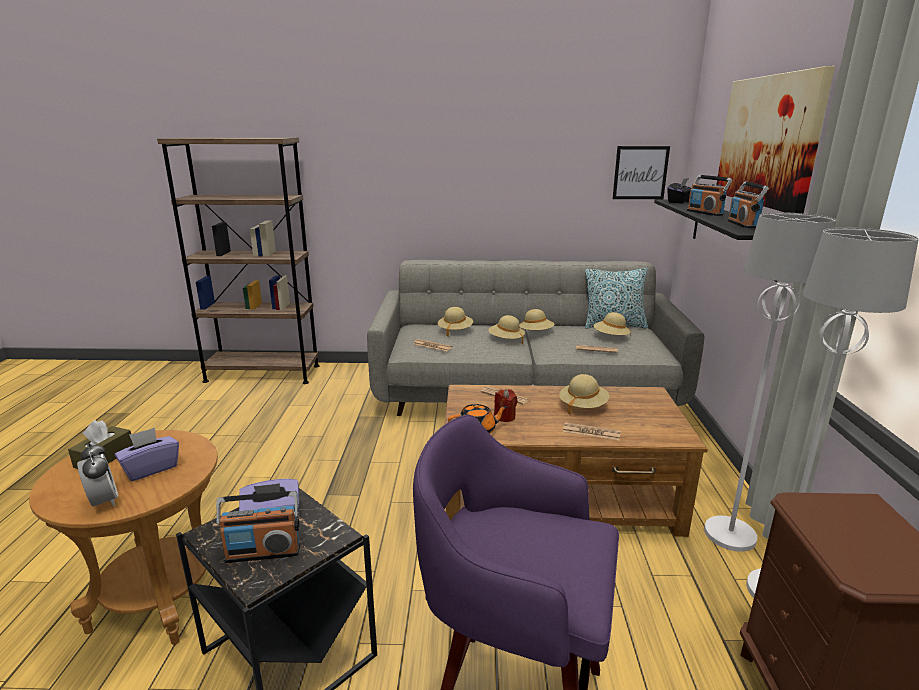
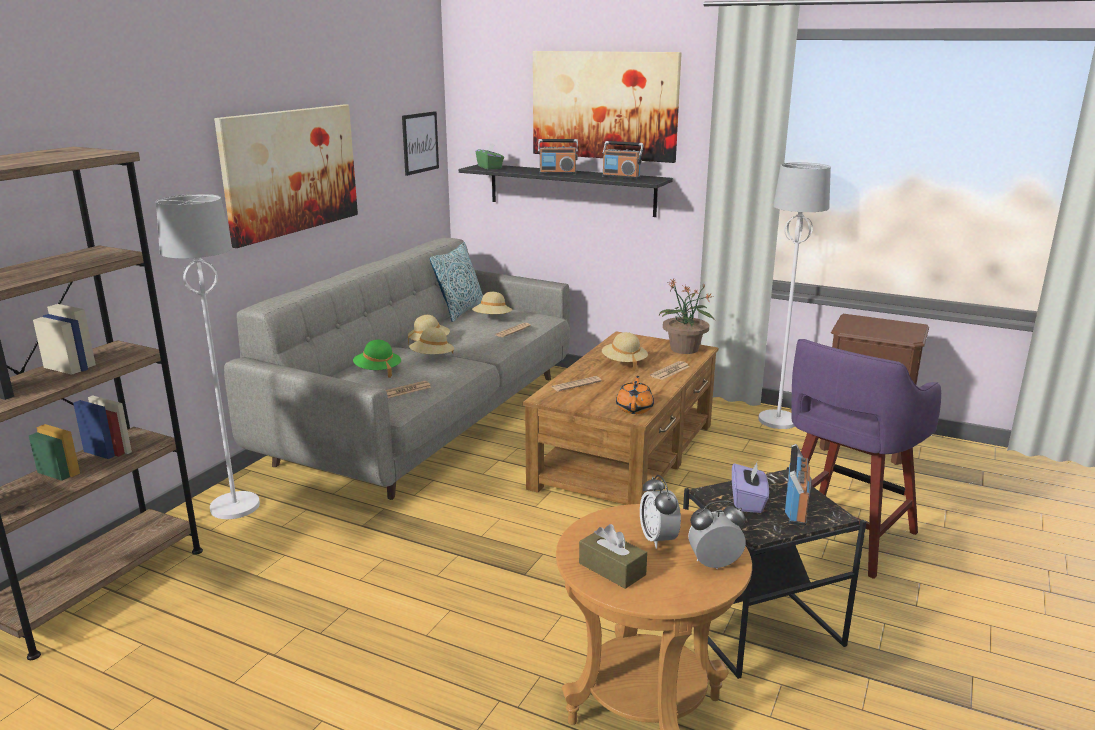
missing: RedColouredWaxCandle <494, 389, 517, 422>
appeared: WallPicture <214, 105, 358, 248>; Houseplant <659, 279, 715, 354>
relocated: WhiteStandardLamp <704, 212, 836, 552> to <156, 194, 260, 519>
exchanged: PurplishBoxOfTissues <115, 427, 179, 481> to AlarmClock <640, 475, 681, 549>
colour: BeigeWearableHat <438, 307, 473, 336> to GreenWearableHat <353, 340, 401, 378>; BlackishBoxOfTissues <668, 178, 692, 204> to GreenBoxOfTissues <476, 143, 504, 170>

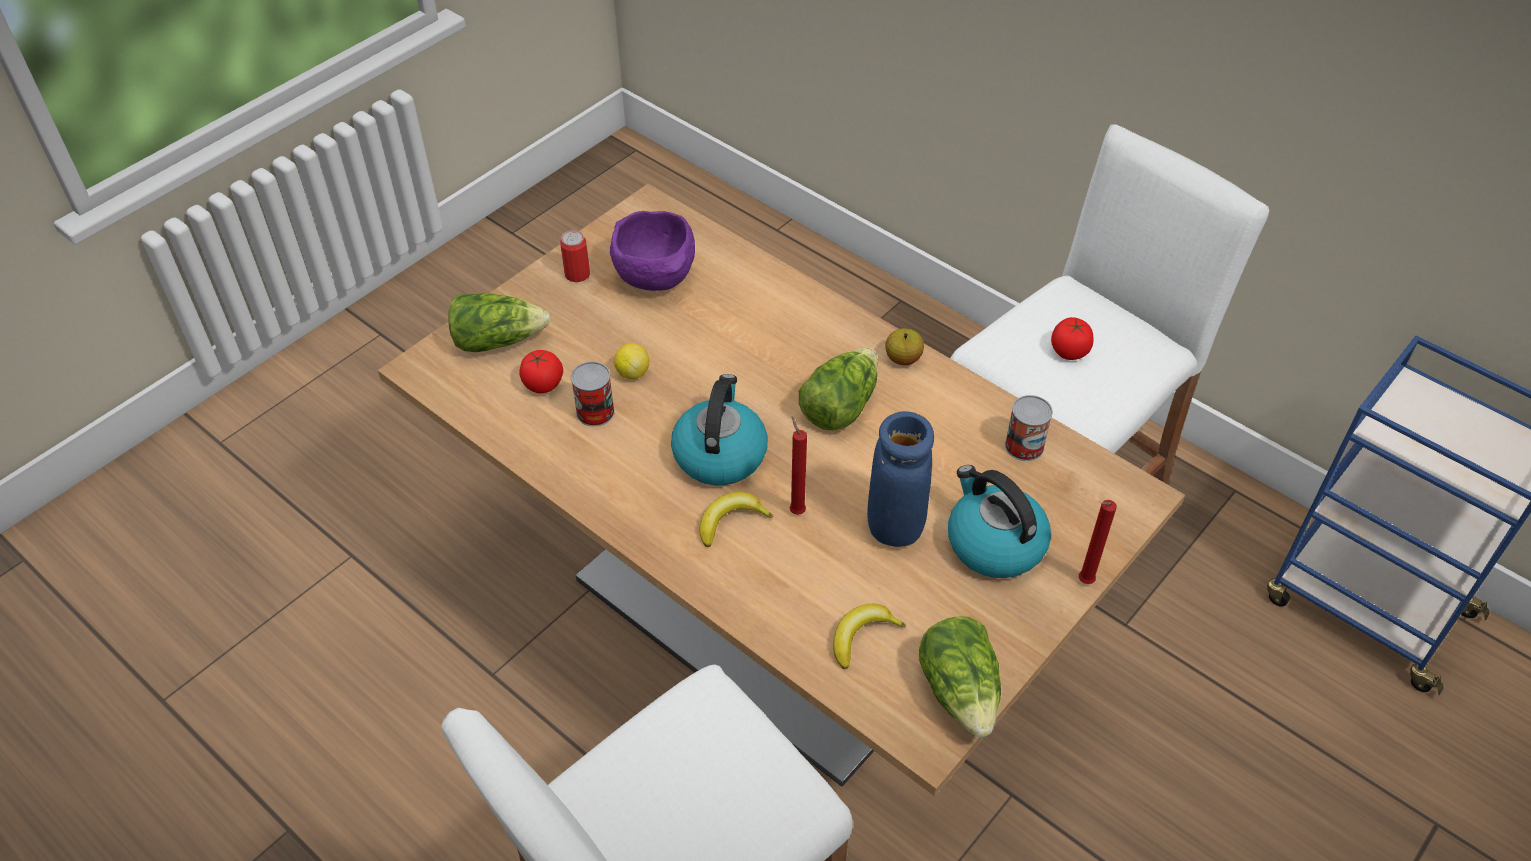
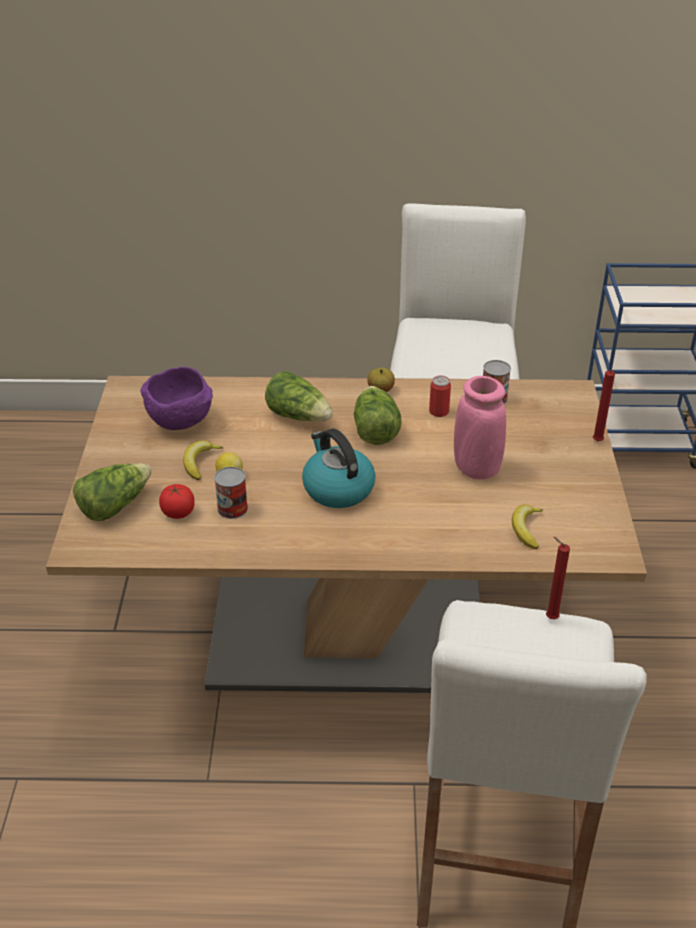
missing: TeaKettle <948, 465, 1051, 578>; WholeTomato <1051, 317, 1093, 360>
relocated: MetalCan <560, 230, 590, 282> to <429, 376, 451, 417>; WholeBanana <699, 492, 773, 547> to <183, 440, 223, 480>; RedColouredWaxCandle <790, 416, 807, 515> to <546, 537, 570, 619>; LettuceHead <919, 616, 1001, 738> to <265, 371, 333, 421>
colour: BluishVase <867, 411, 934, 547> to PinkVase <454, 376, 506, 480>

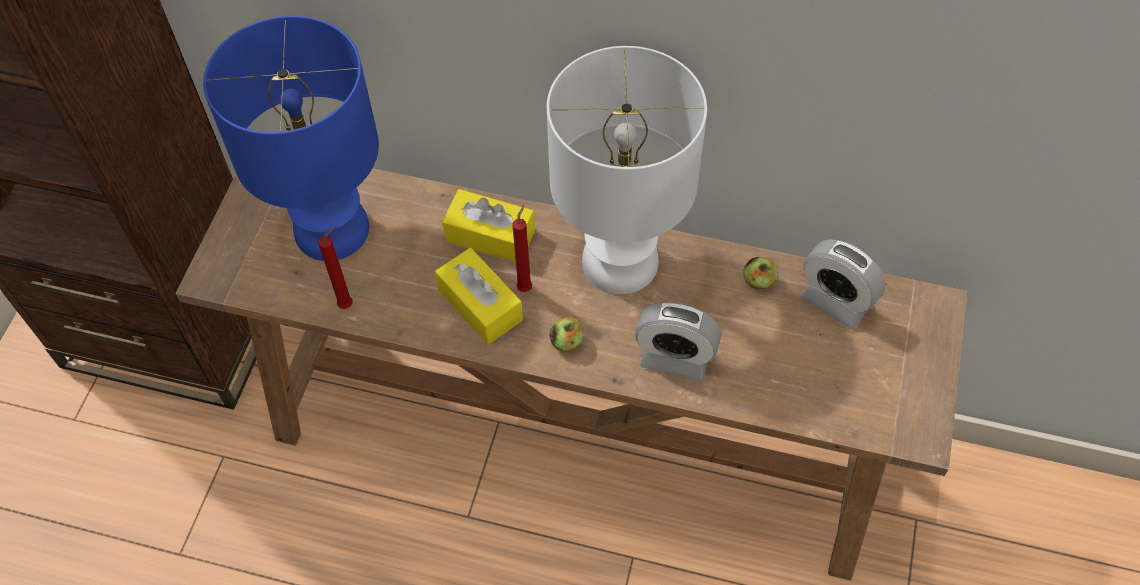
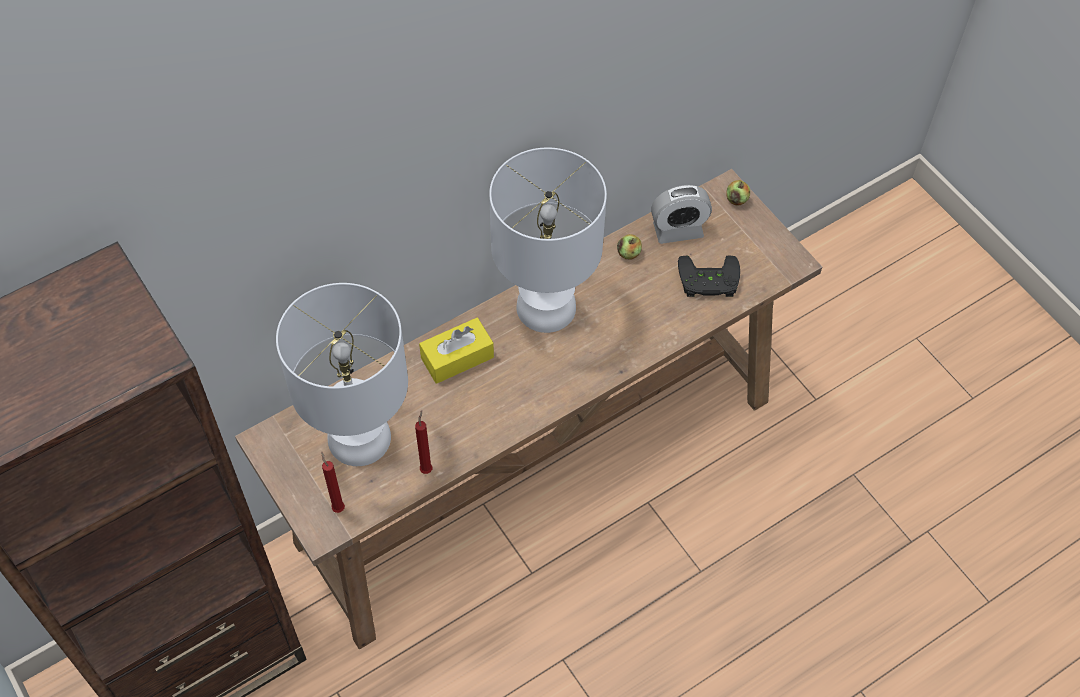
missing: YellowishBoxOfTissues <435, 248, 523, 344>; AlarmClock <635, 302, 721, 381>
appeared: BlackishGamepad <678, 255, 740, 297>
relocated: RedColouredWaxCandle <512, 205, 532, 292> to <321, 451, 345, 513>; WholeApple <549, 317, 583, 352> to <726, 180, 750, 205>
colour: BluishLampForATable <203, 16, 379, 261> to WhiteLampForATable <276, 283, 408, 466>

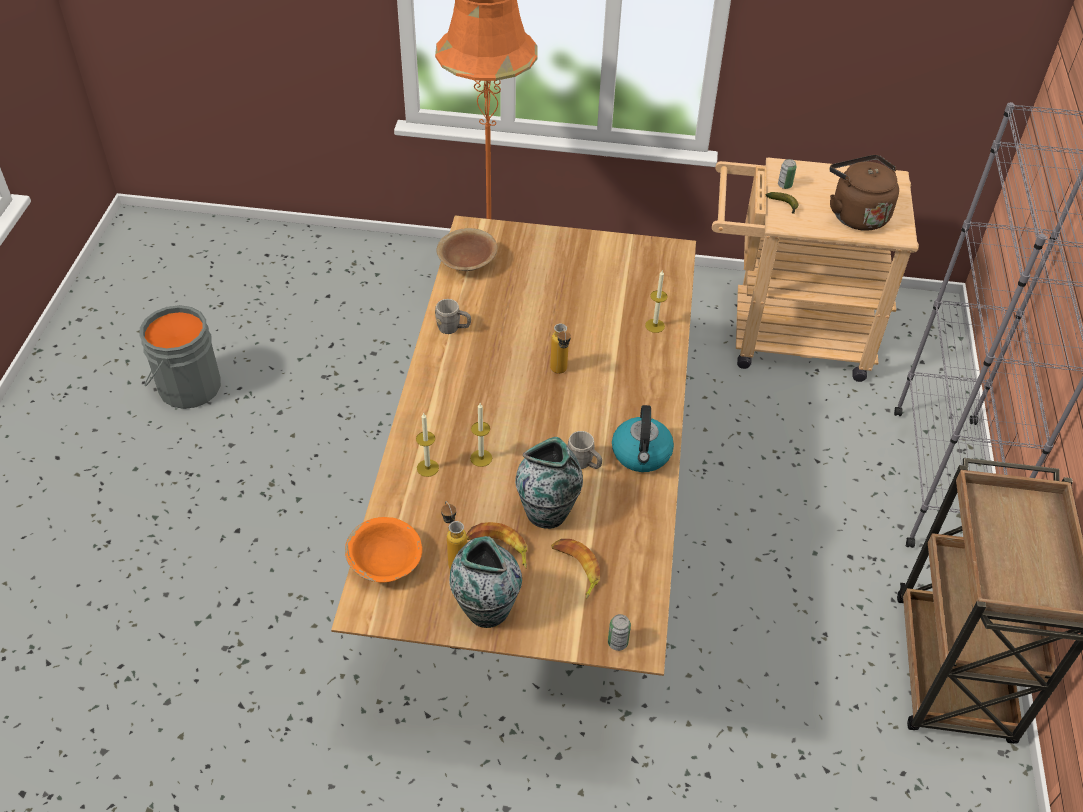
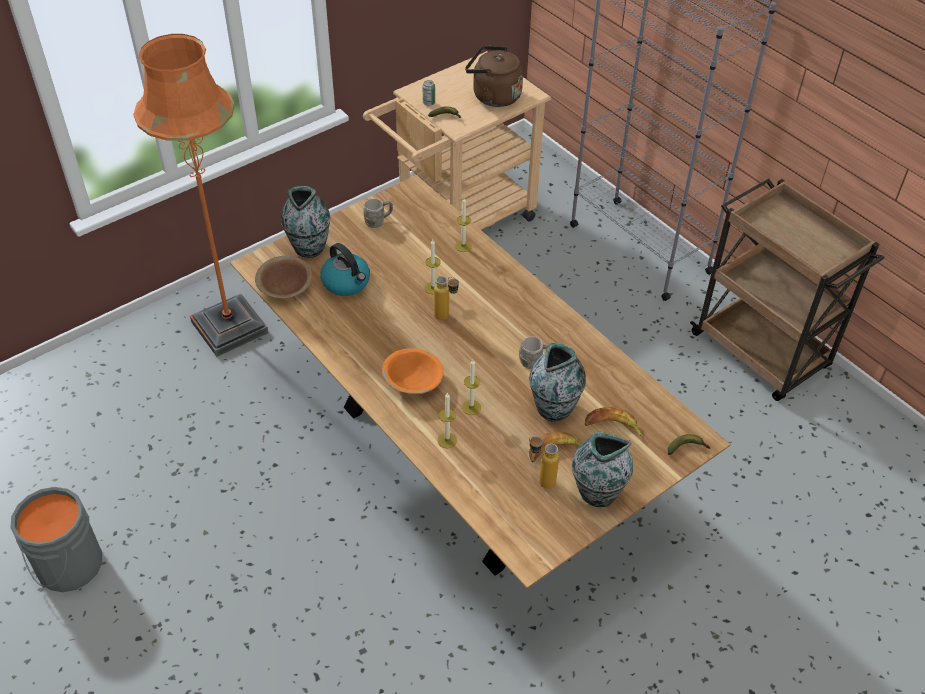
appeared: Vase <281, 186, 330, 258>; WaxCandle <425, 240, 441, 294>
relocated: OrangeServingBowl <345, 517, 422, 582> to <382, 348, 444, 394>; GrayTeaMug <435, 299, 471, 334> to <363, 198, 393, 228>; TeaKettle <612, 405, 674, 472> to <320, 243, 370, 296>
exchanged: MetalCan <608, 614, 631, 651> to WholeBanana <668, 434, 710, 455>

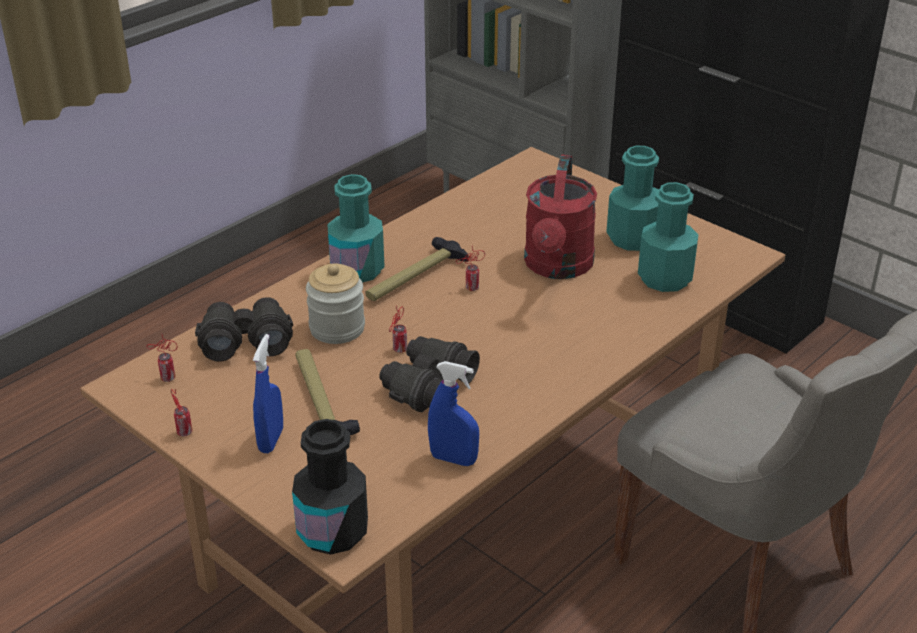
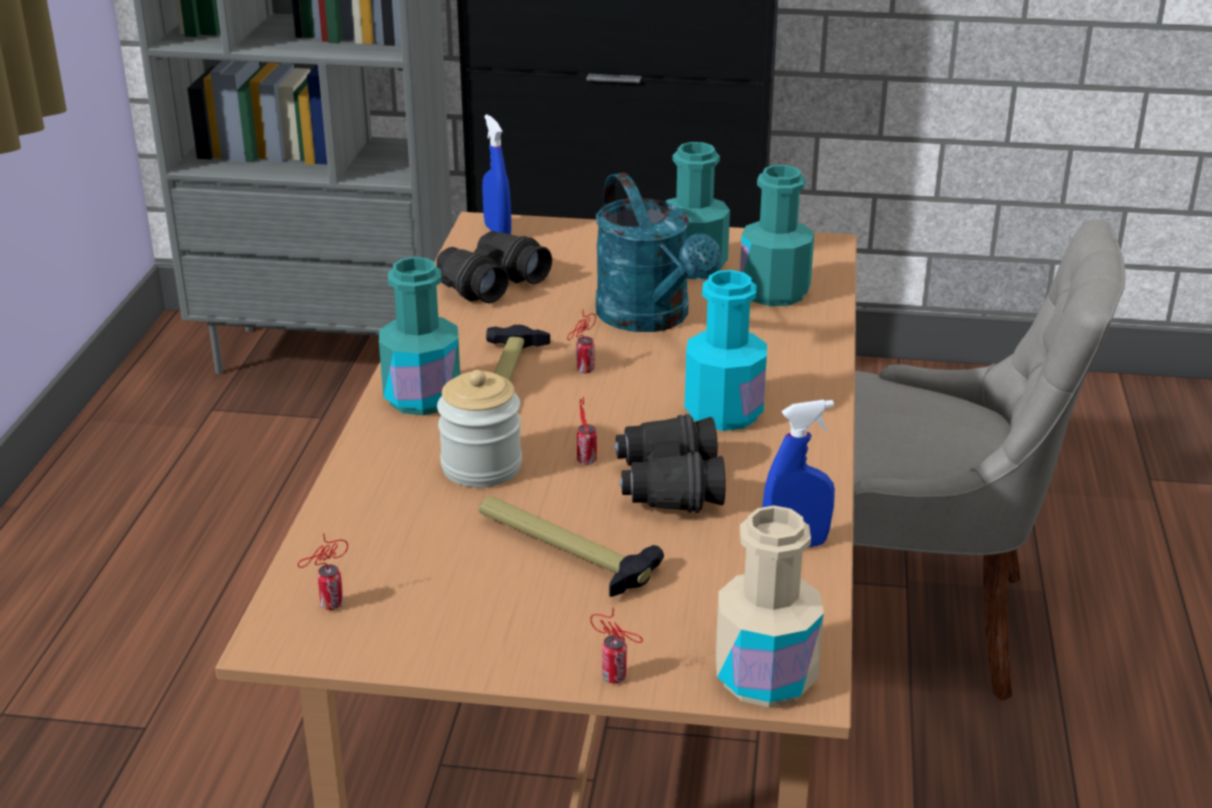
appeared: TurquoiseBottle <685, 270, 767, 431>
relocated: MetalCan <171, 389, 192, 436> to <590, 608, 643, 683>; BlackishFieldGlasses <195, 297, 293, 362> to <437, 231, 552, 303>; BluishSprayer <253, 334, 283, 453> to <482, 114, 511, 235>
colour: BlackishBottle <292, 419, 368, 555> to BeigeBottle <716, 505, 824, 707>; RedColouredWateringPot <524, 154, 597, 279> to TurquoiseWateringPot <596, 173, 722, 332>

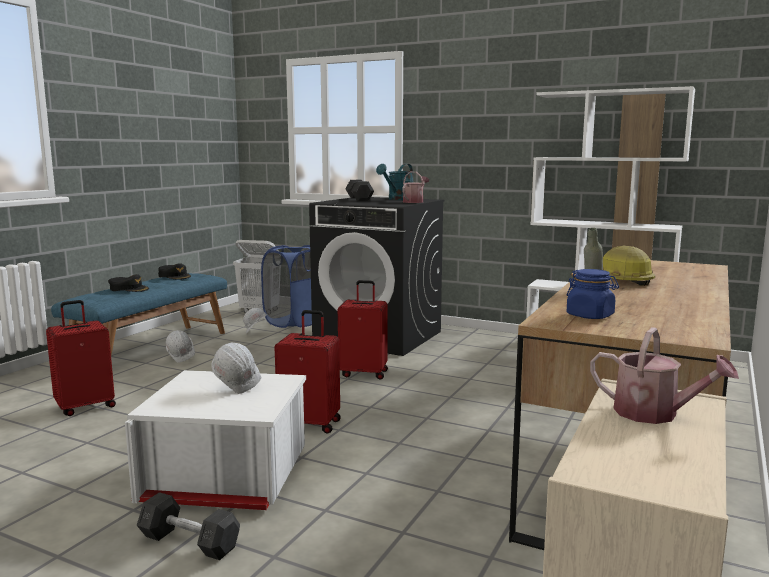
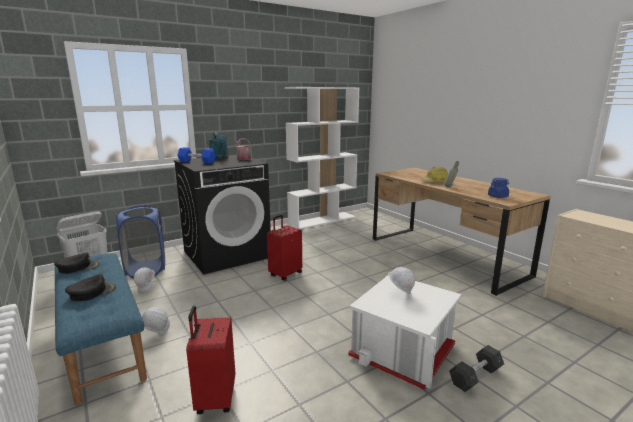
missing: RedColouredSuitcase <274, 310, 341, 433>; WateringPot <590, 327, 739, 424>
colour: GrayDumbbell <345, 180, 374, 201> to BluishDumbbell <177, 147, 216, 164>

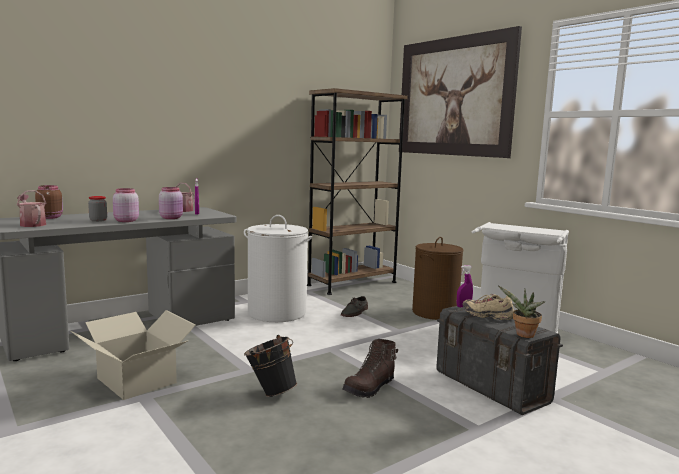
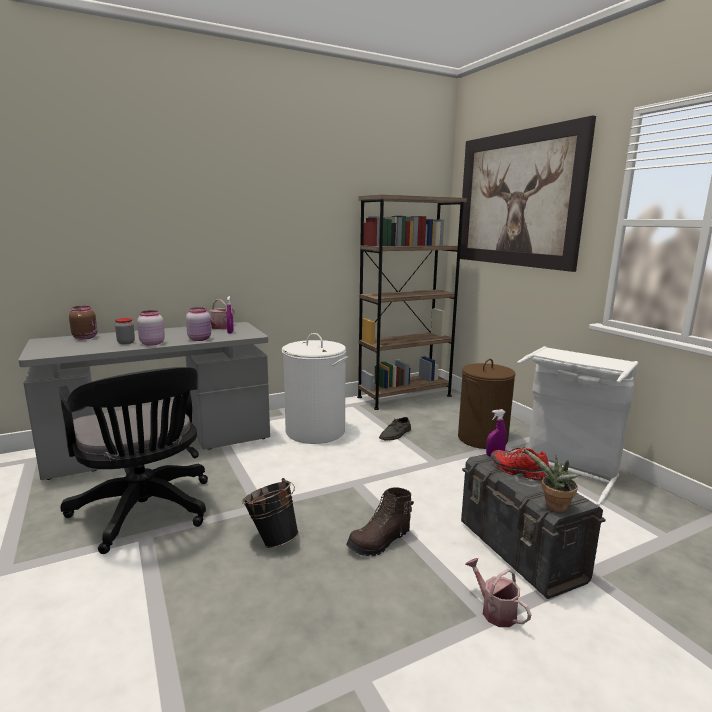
relocated: WateringPot <17, 190, 46, 227> to <465, 558, 532, 627>
exchanged: PackingBox <71, 310, 195, 400> to BlackishOfficeChair <59, 367, 208, 554>
colour: BeigeLowShoe <463, 294, 515, 320> to RedColouredLowShoe <491, 447, 550, 480>

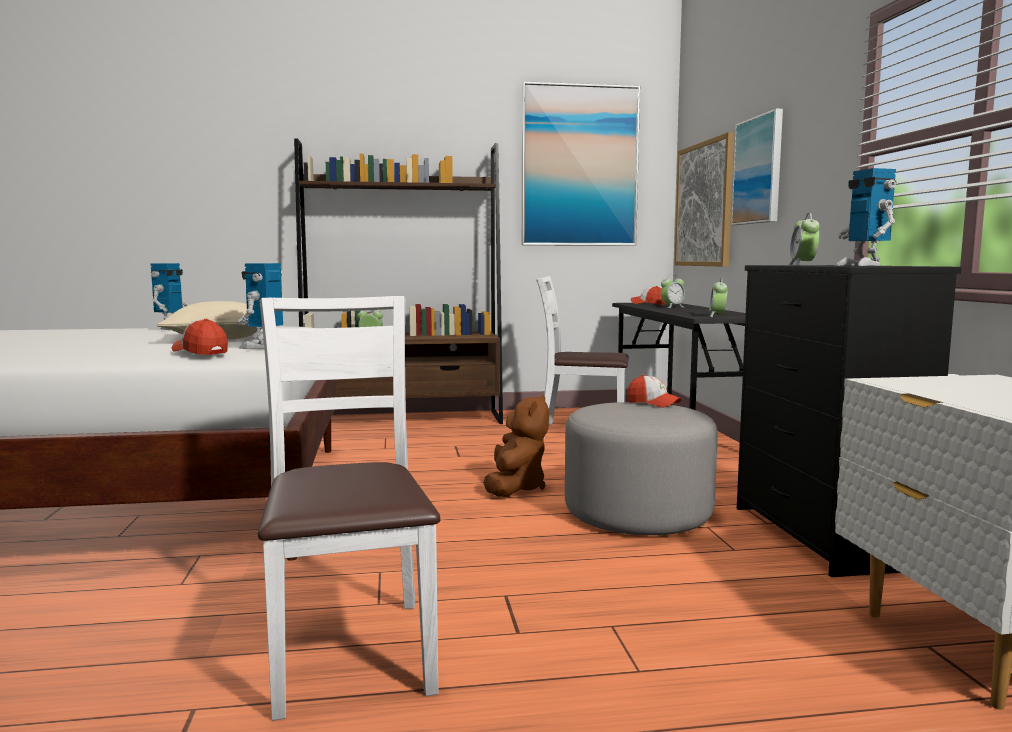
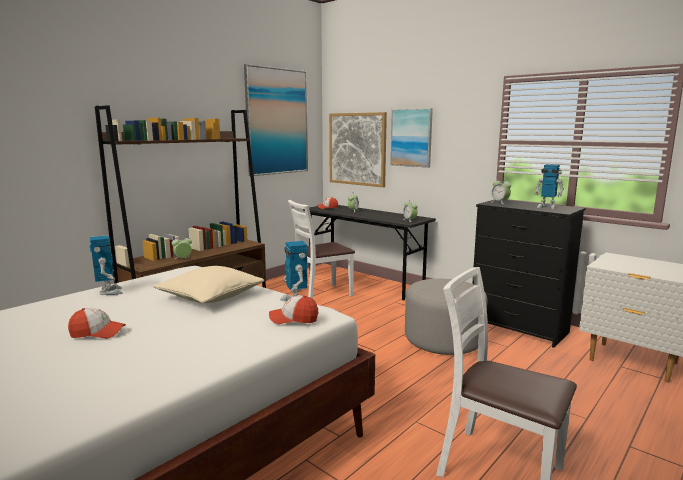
missing: BrownColouredPlushToy <483, 394, 549, 497>
relocated: BaseballCap <627, 375, 682, 408> to <68, 308, 126, 339>

